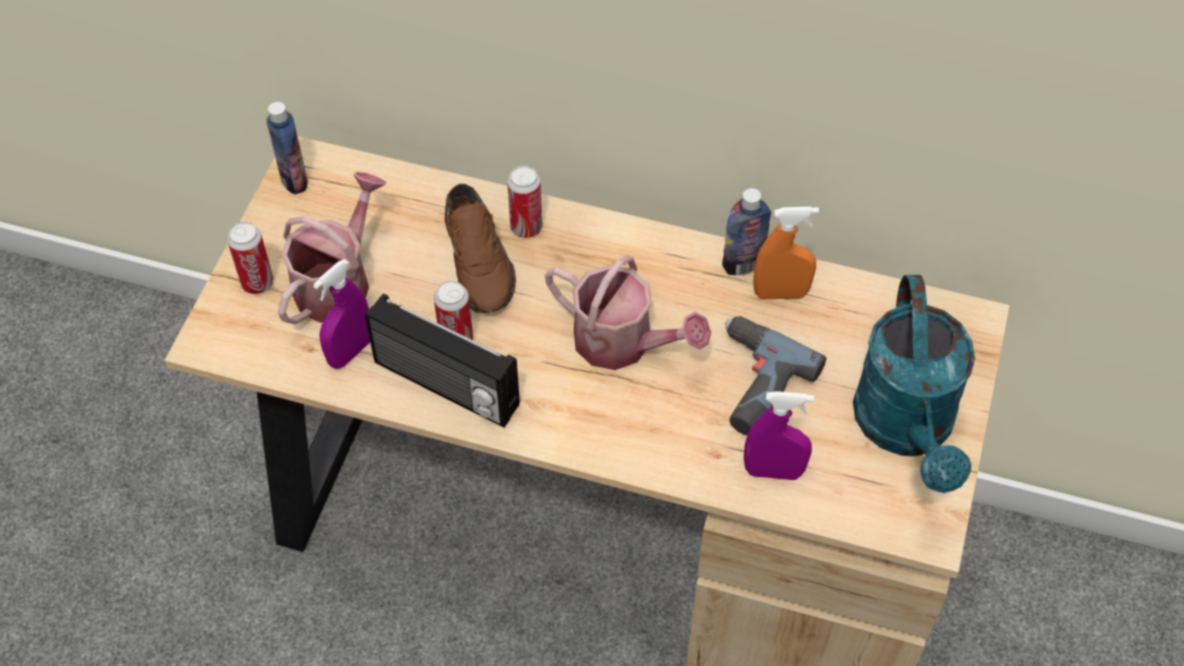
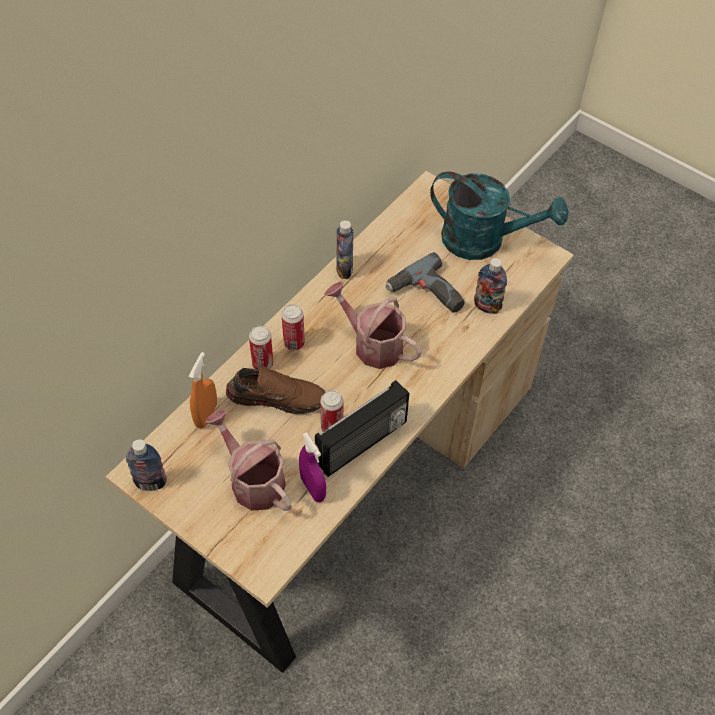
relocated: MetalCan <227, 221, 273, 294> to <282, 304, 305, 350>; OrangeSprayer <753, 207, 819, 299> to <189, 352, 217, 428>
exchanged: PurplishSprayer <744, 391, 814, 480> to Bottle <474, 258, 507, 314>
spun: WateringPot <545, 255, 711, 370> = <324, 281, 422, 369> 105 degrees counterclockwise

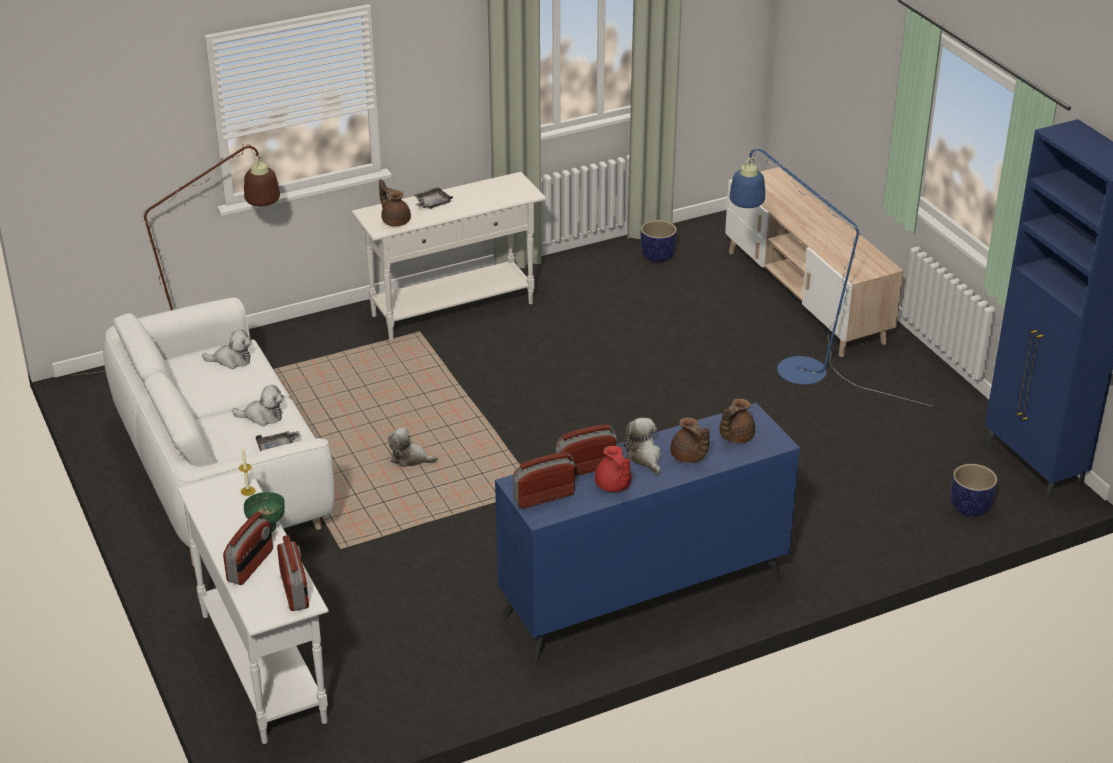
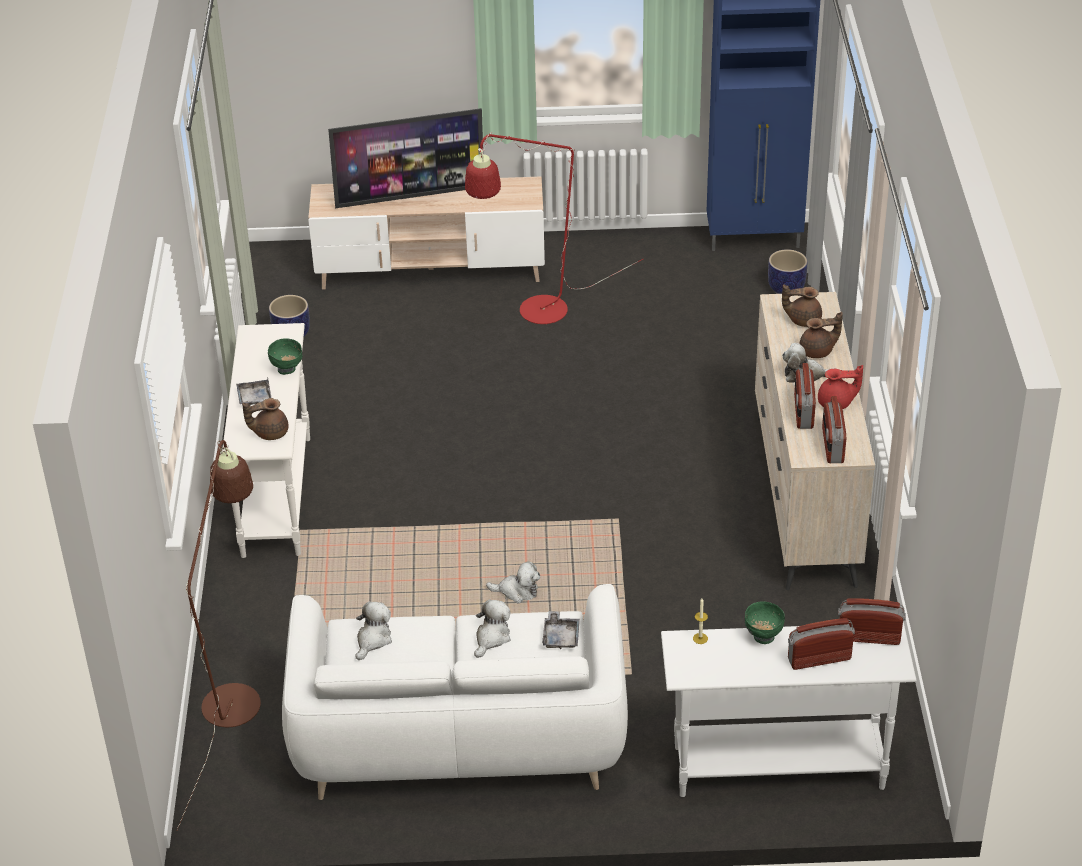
appeared: GreenServingBowl <268, 338, 303, 375>; Television <328, 108, 483, 208>
colour: BluishDrawerChest <495, 403, 800, 663> to BeigeDrawerChest <755, 292, 875, 590>; BluishStandardLamp <729, 148, 931, 406> to RedColouredStandardLamp <465, 132, 643, 324>
spun: RadioSet <223, 512, 273, 585> = <788, 618, 855, 670> 60 degrees counterclockwise; PlushToy <388, 427, 438, 467> = <486, 561, 540, 604> 120 degrees counterclockwise; BrownColouredTeaPot <719, 398, 755, 443> = <782, 284, 822, 327> 120 degrees clockwise

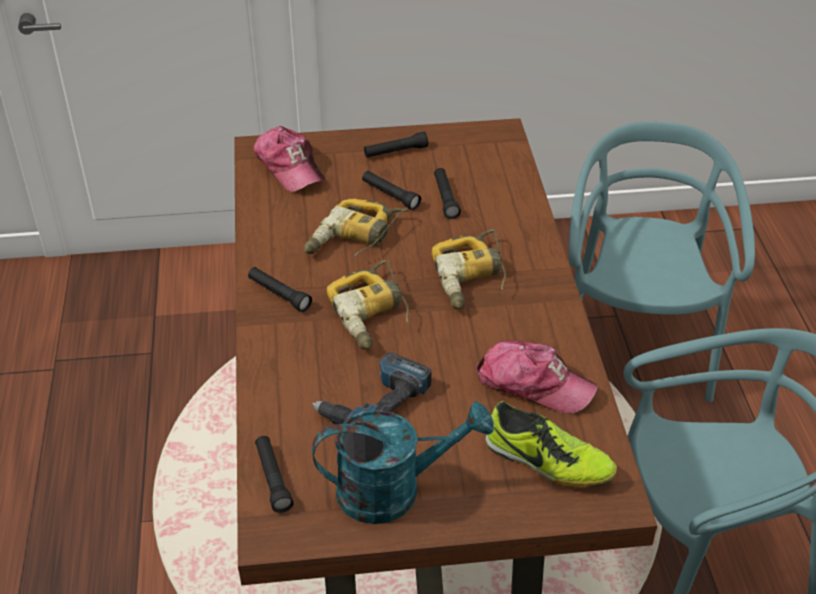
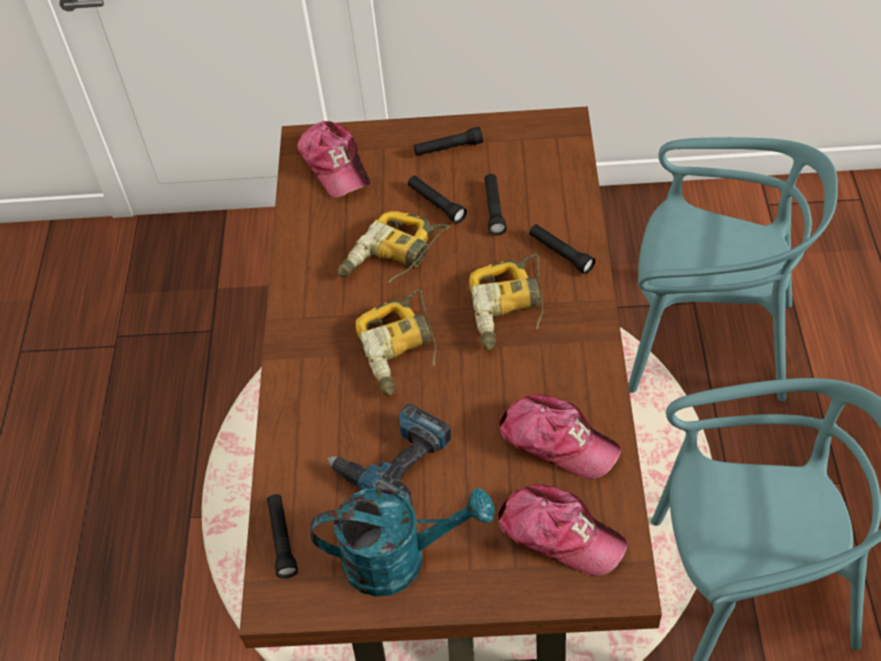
relocated: BlackishFlashlight <248, 267, 312, 312> to <529, 224, 595, 274>
exchanged: LowShoe <486, 401, 617, 487> to BaseballCap <497, 485, 627, 576>
spun: TurquoisePlainChair <569, 122, 755, 402> = <628, 137, 838, 401> 90 degrees clockwise

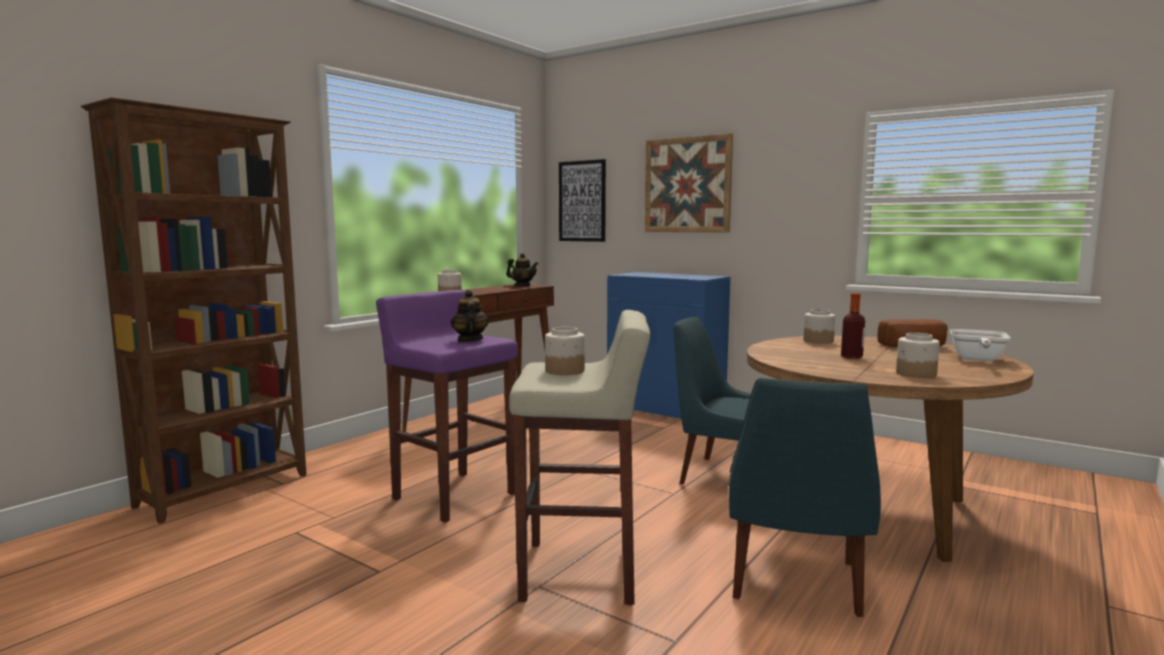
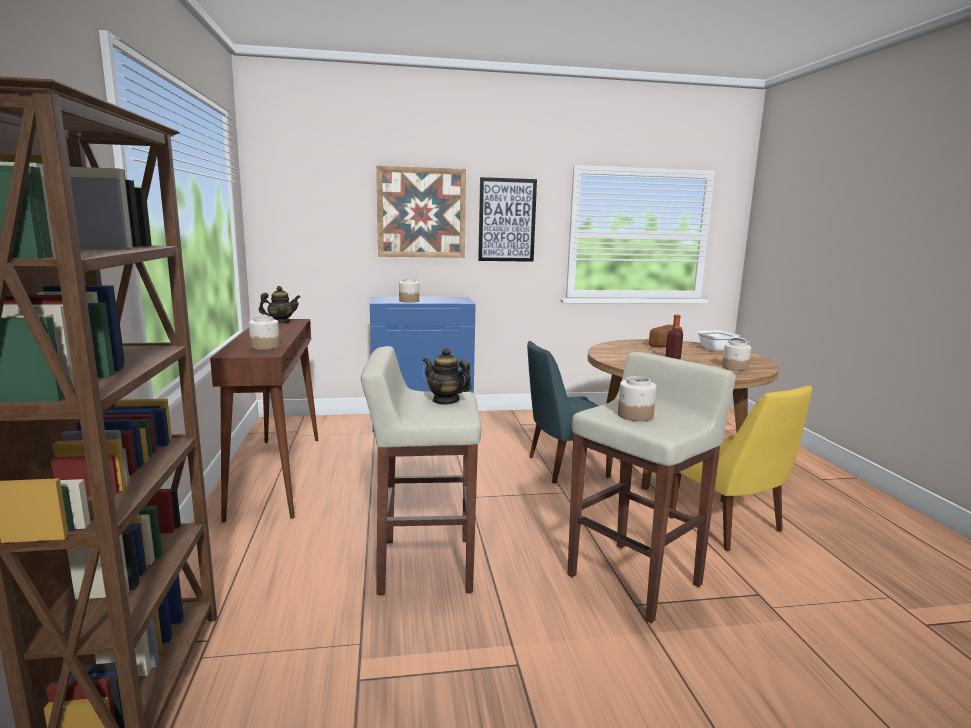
relocated: WallPicture <559, 159, 606, 242> to <478, 177, 537, 262>; Jar <804, 309, 835, 344> to <399, 279, 419, 303>
colour: PurplishSittingStool <376, 290, 518, 523> to BeigeSittingStool <361, 346, 481, 595>; BluishPlainChair <729, 378, 881, 617> to YellowishPlainChair <669, 385, 812, 551>

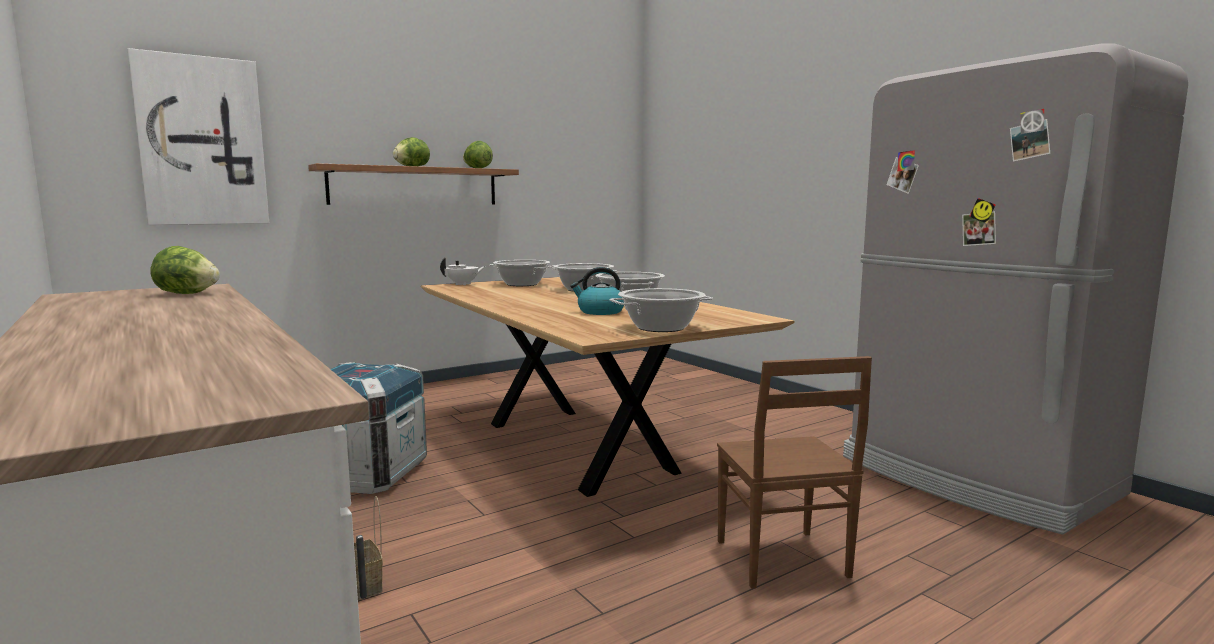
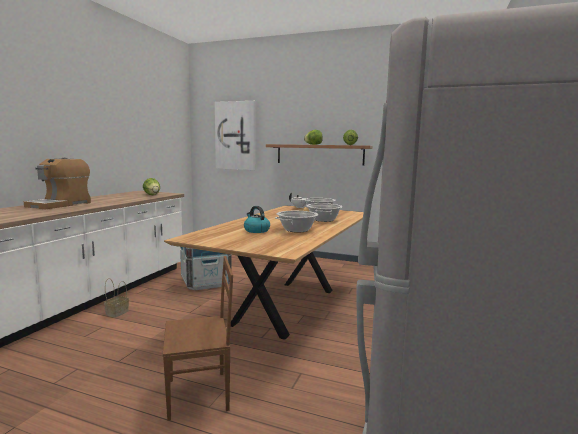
missing: CookingPot <610, 288, 713, 332>
appeared: CoffeeMachine <24, 158, 91, 209>
spun: BrownColouredPlainChair <717, 356, 872, 589> = <163, 256, 233, 421> 150 degrees counterclockwise

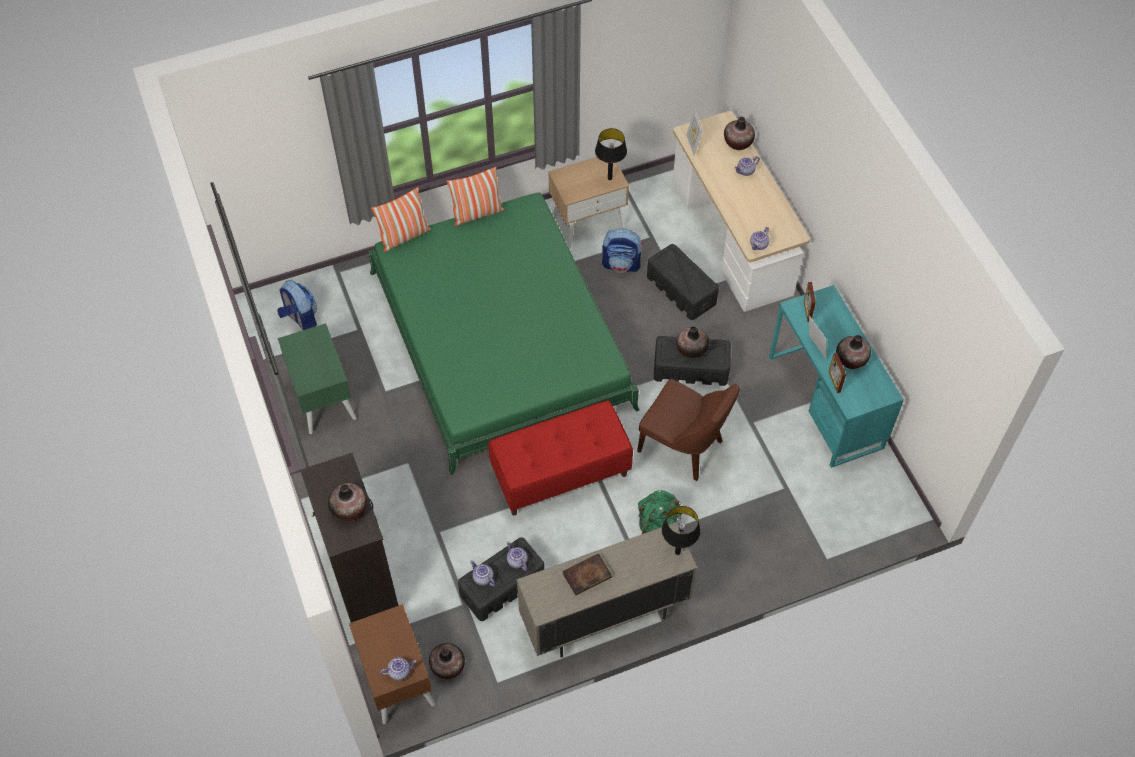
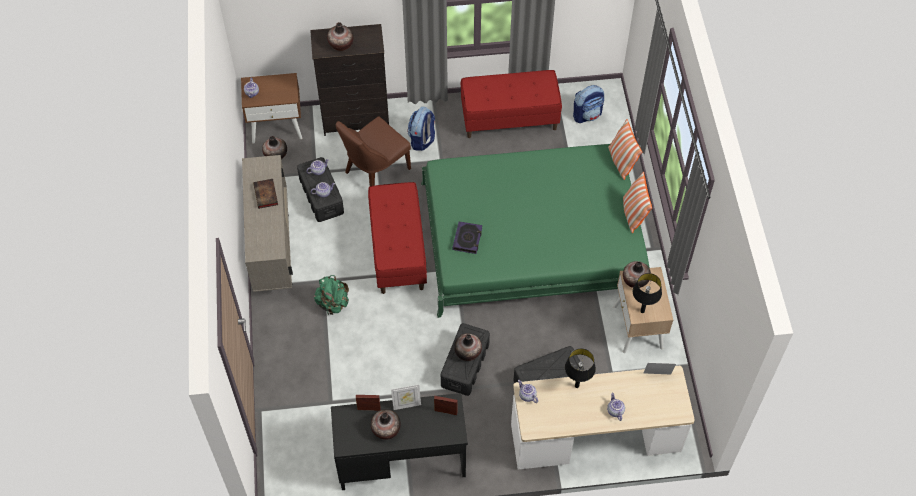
appeared: BoundBook <453, 221, 482, 254>
relocated: Knapsack <602, 229, 643, 272> to <408, 107, 435, 151>; BrownColouredPlainChair <637, 379, 740, 481> to <336, 116, 411, 186>; BlackishLampForATable <662, 506, 701, 555> to <565, 349, 596, 388>; Vase <724, 117, 755, 150> to <623, 261, 651, 288>
exchanged: GreenNightTable <278, 323, 356, 434> to RedColouredIndoorBench <461, 70, 562, 138>
colour: TurquoiseDesk <769, 285, 904, 468> to BlackishDesk <331, 393, 468, 490>

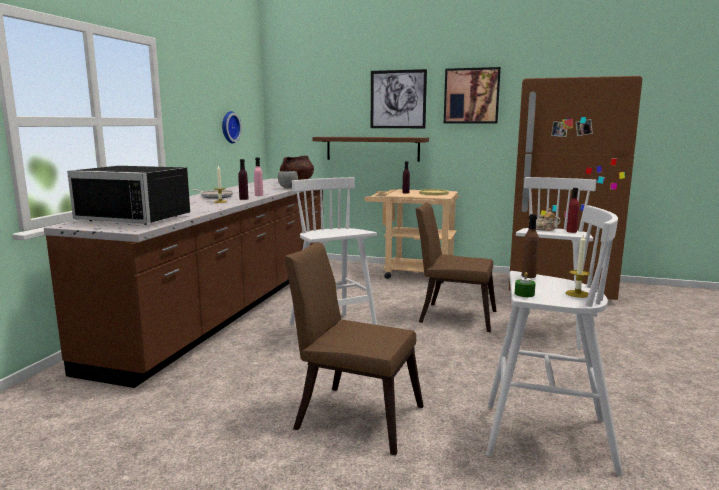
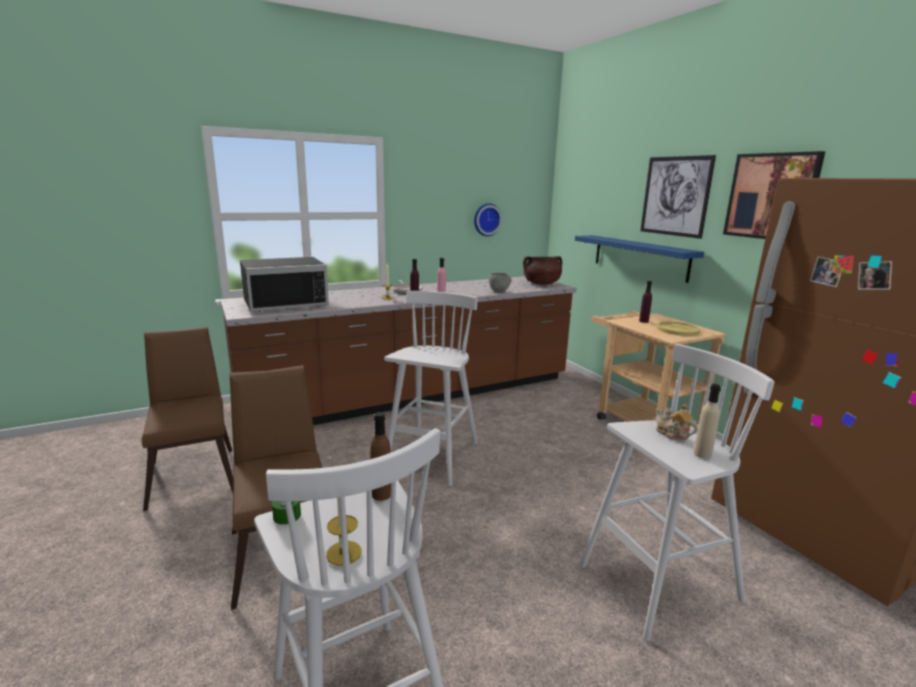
relocated: BrownColouredPlainChair <415, 202, 496, 332> to <142, 326, 233, 511>
colour: BrownColouredShelf <312, 137, 429, 162> to BluishShelf <575, 235, 704, 283>; RedColouredBottle <566, 188, 579, 233> to BeigeBottle <693, 384, 721, 459>
spun: BlackishKitchenMicrowave <67, 166, 190, 225> = <240, 257, 329, 312> 90 degrees counterclockwise

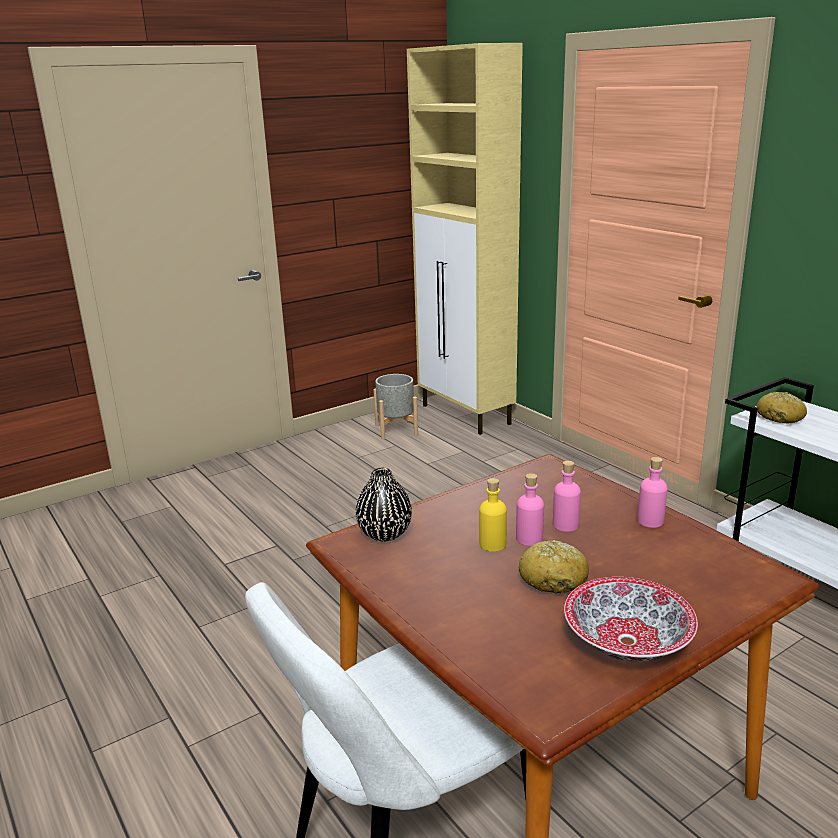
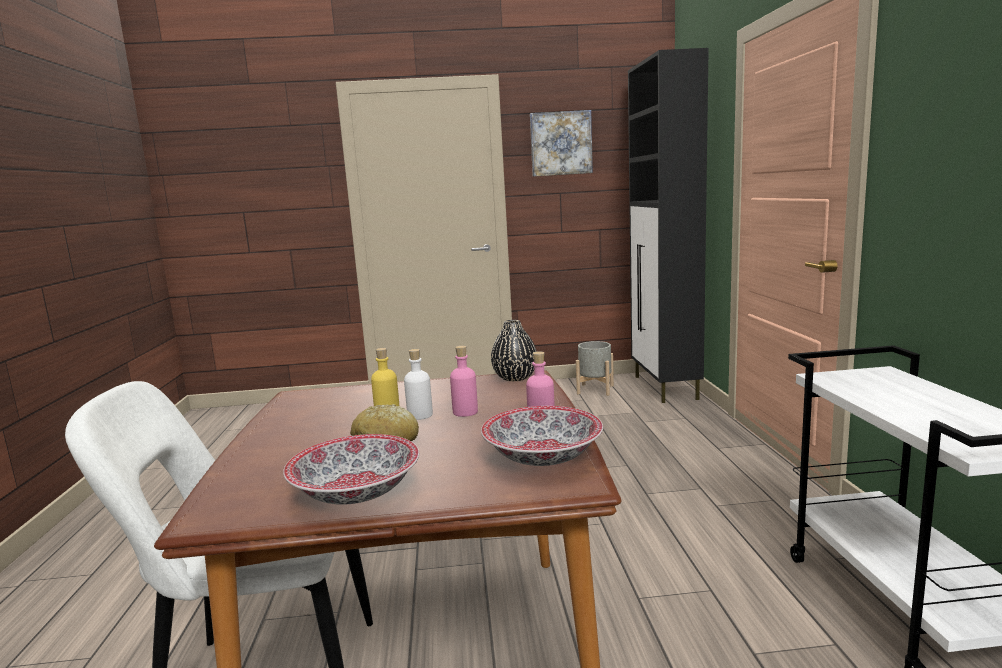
missing: BakedBread <757, 392, 807, 424>
appeared: ServingBowl <481, 406, 603, 466>; WallPicture <530, 110, 593, 176>
relocated: BlackishVase <356, 468, 412, 542> to <491, 320, 537, 381>
colour: BeigeCupboard <407, 43, 523, 435> to BlackishCupboard <628, 48, 709, 403>; PinkBottle <516, 473, 544, 546> to WhiteBottle <404, 349, 433, 420>

